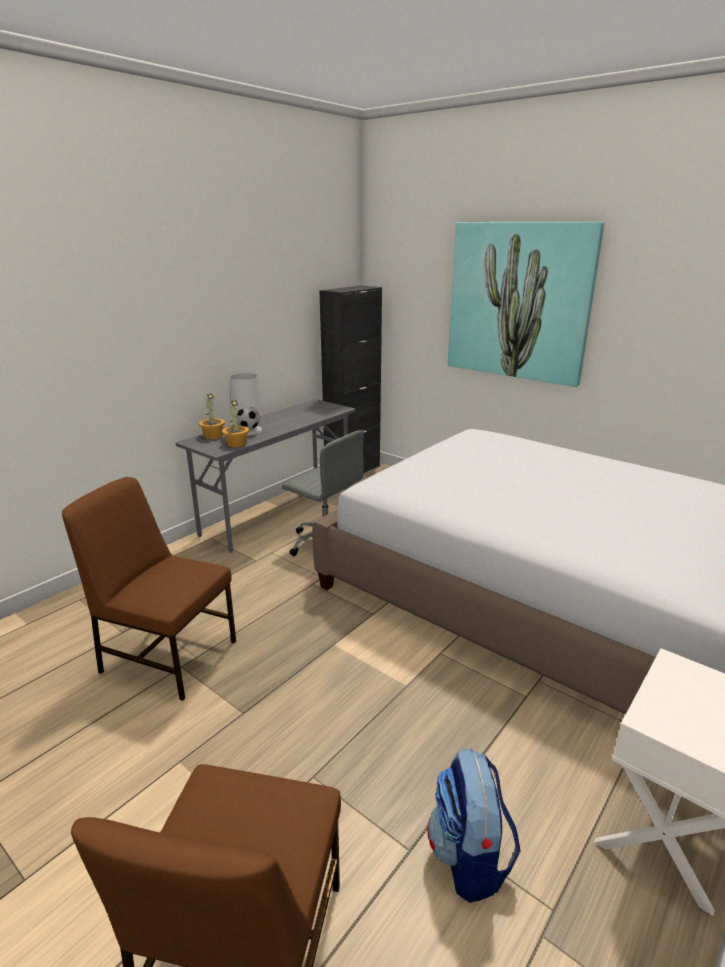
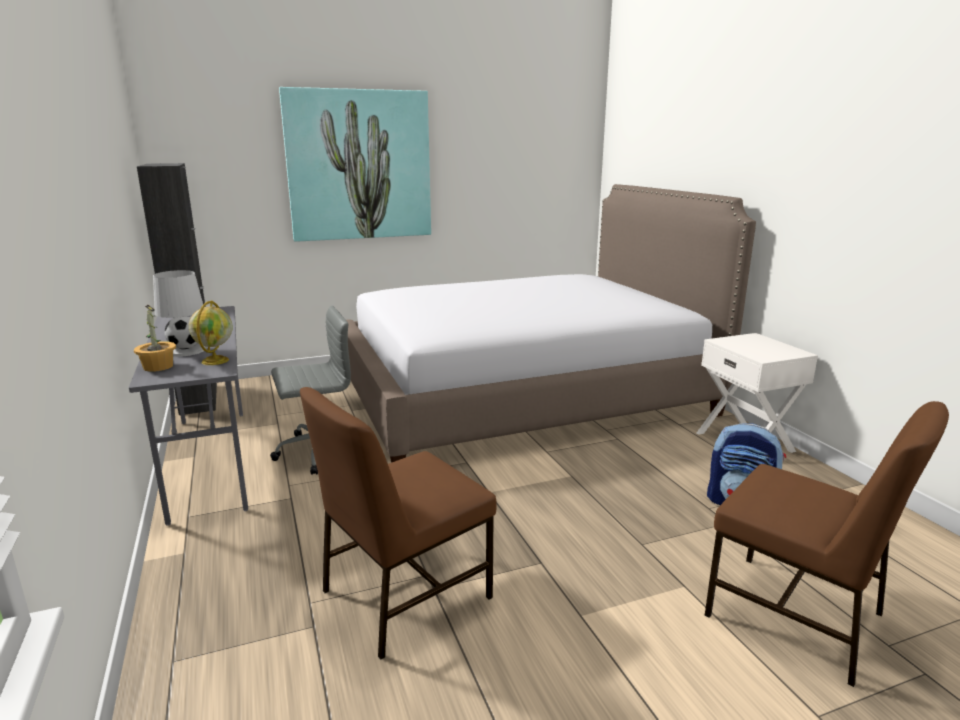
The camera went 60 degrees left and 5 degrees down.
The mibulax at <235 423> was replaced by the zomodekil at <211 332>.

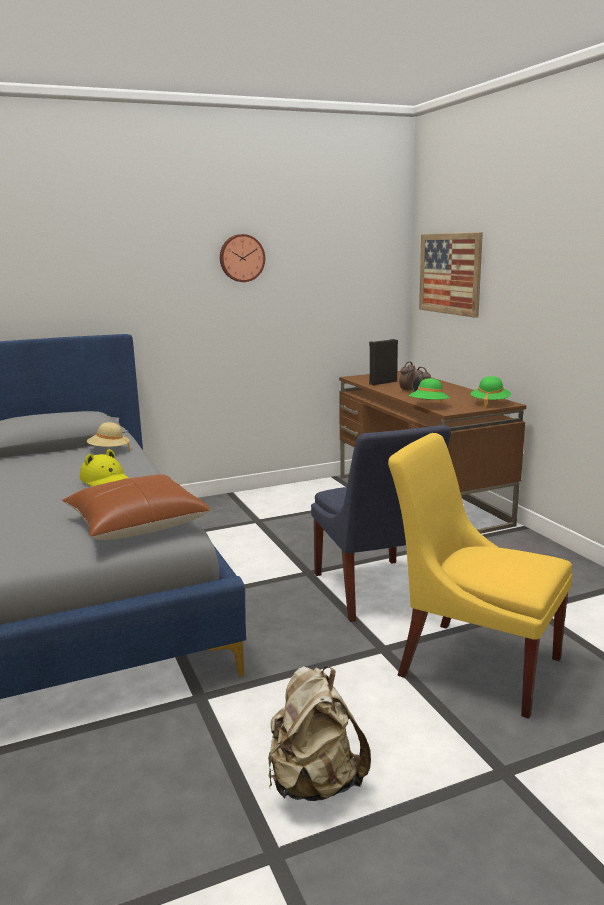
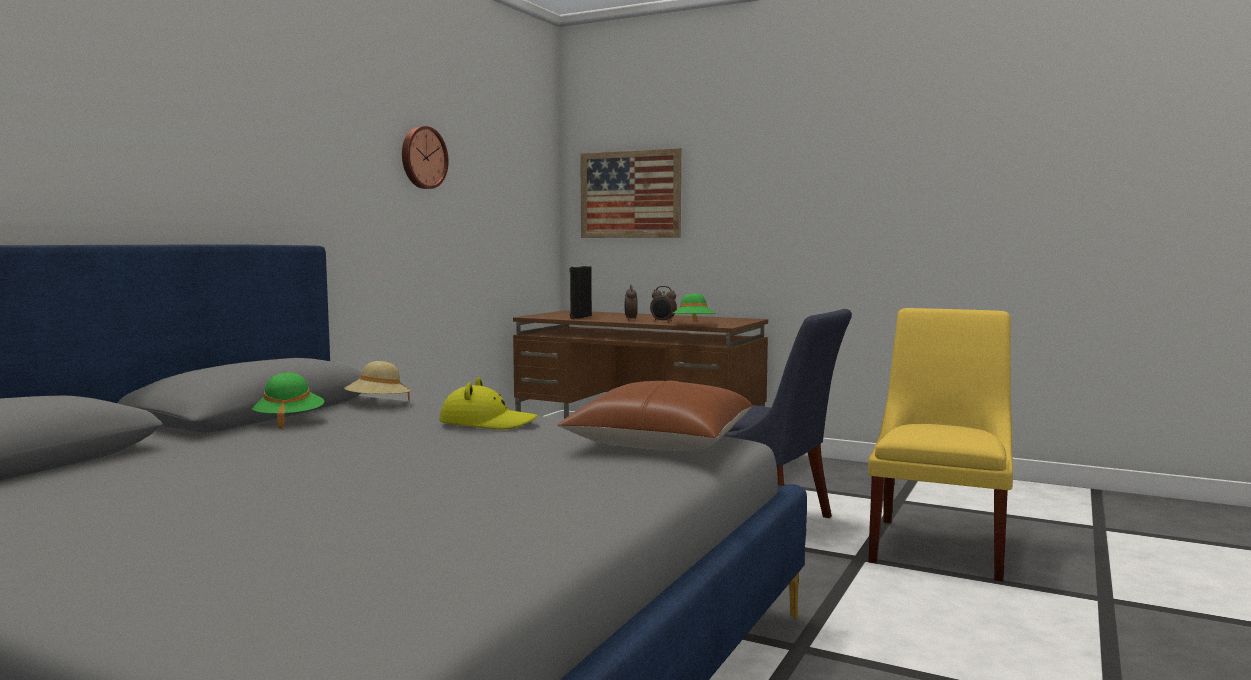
The camera went 40 degrees left and 10 degrees down.
The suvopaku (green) moved from <491 392> to <287 401>.
The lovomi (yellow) at <480 576> turned 120 degrees clockwise.
The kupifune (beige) at <319 733> disappeared.

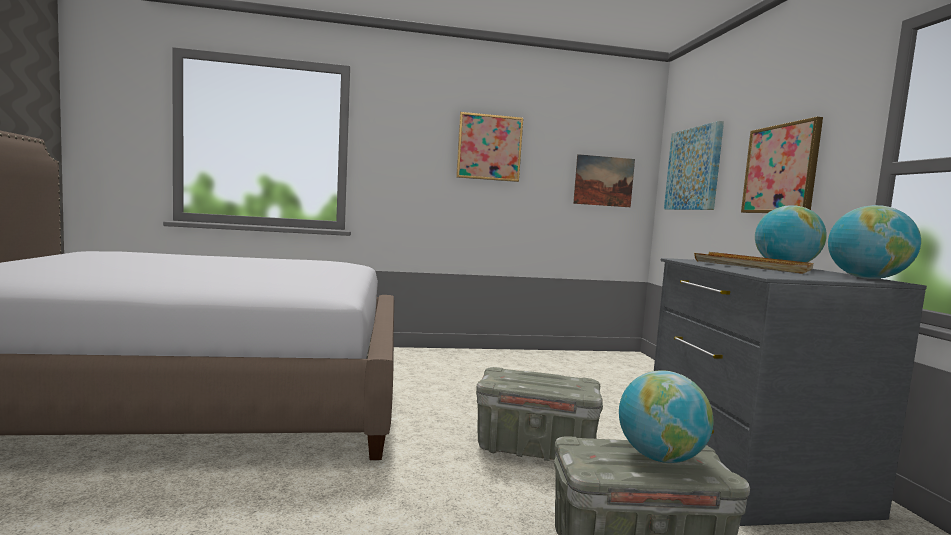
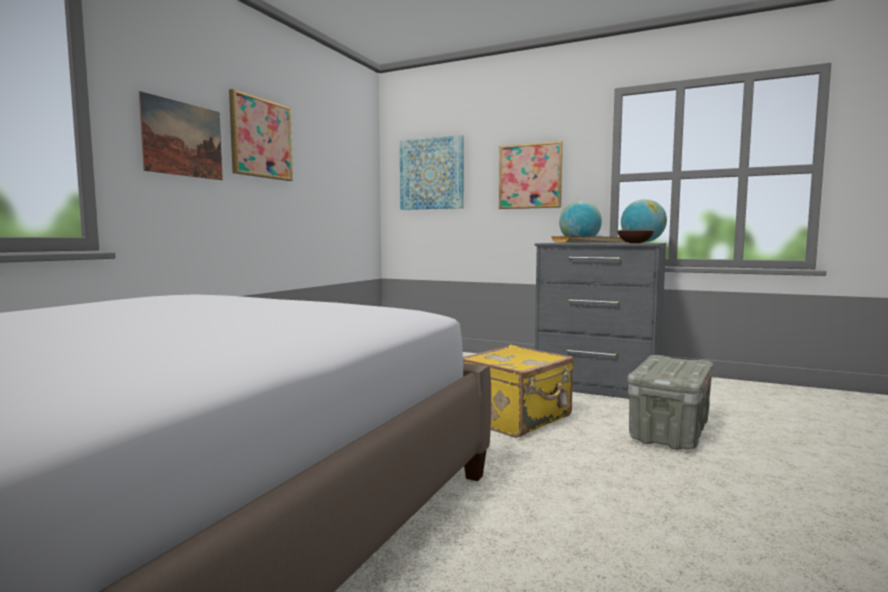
The camera went 55 degrees left and 0 degrees up.
The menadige moved from <604 180> to <180 135>.
The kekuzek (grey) at <539 414> was replaced by the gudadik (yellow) at <518 391>.
The zomodekil at <666 417> disappeared.
The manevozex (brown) at <635 236> appeared.

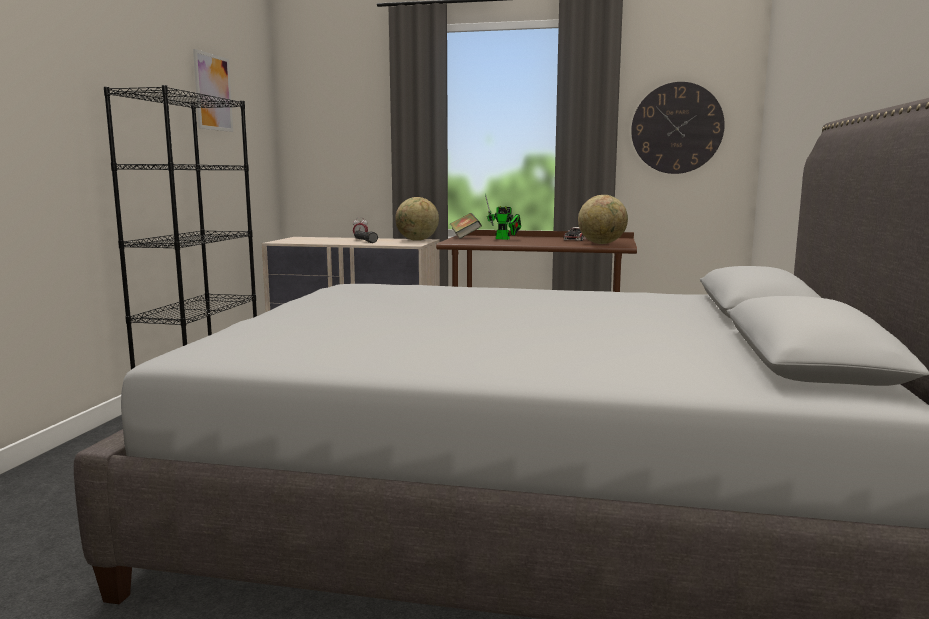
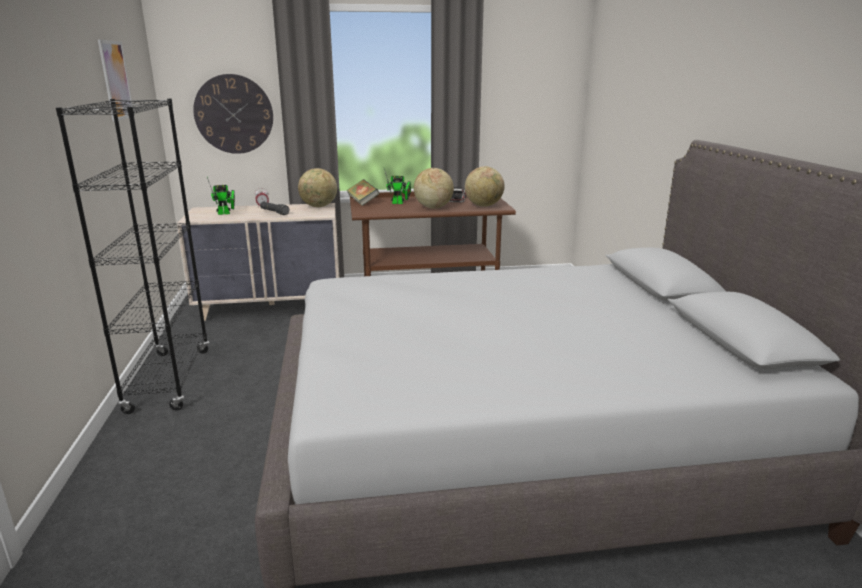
The camera went 20 degrees left and 10 degrees up.
The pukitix moved from <678 128> to <233 114>.
The zomodekil at <434 188> appeared.
The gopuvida at <221 196> appeared.

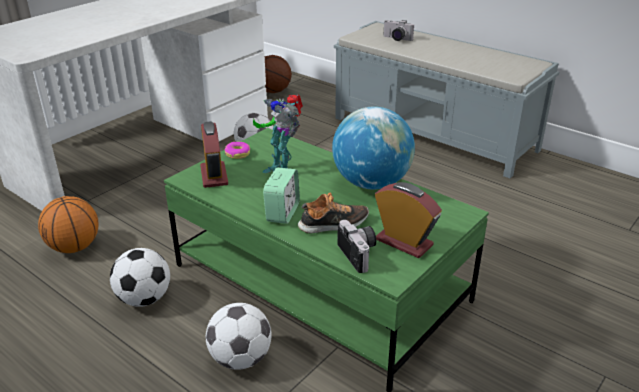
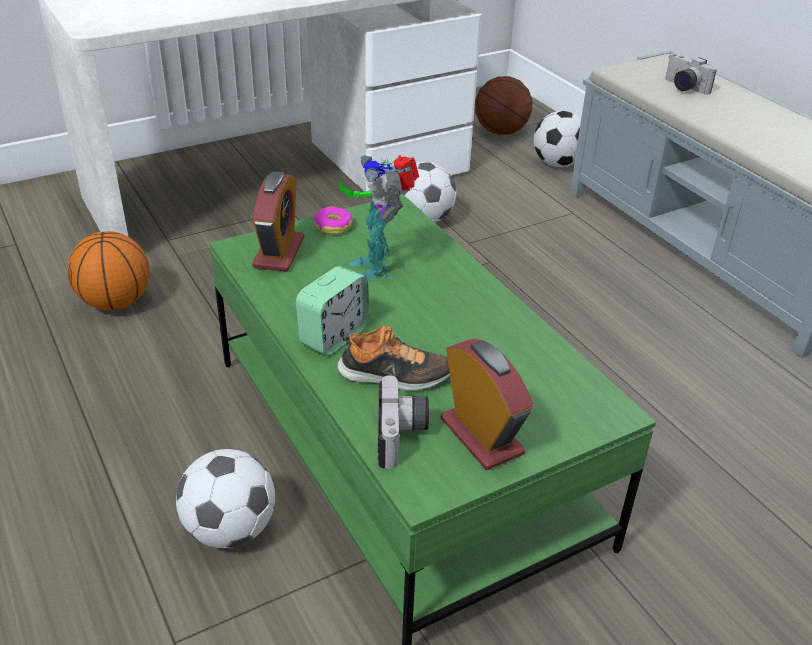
The camera went 20 degrees right and 5 degrees up.
The zomodekil at <373 147> disappeared.
The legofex moved from <140 277> to <557 139>.

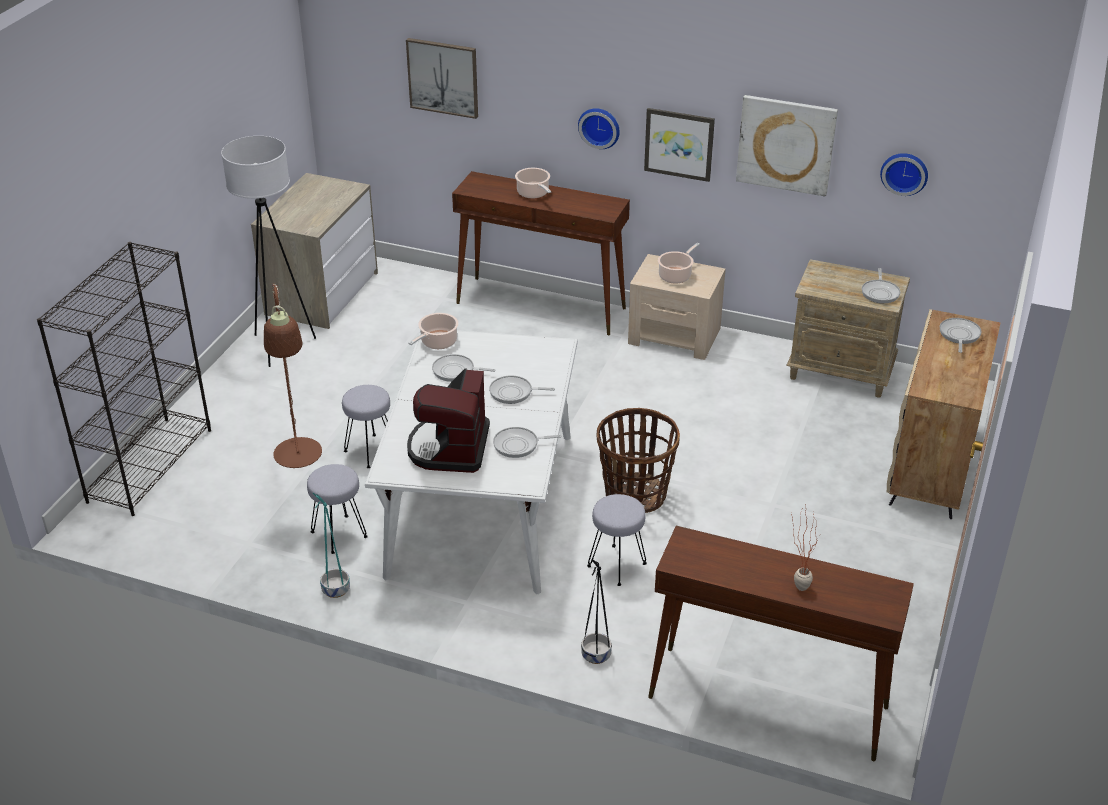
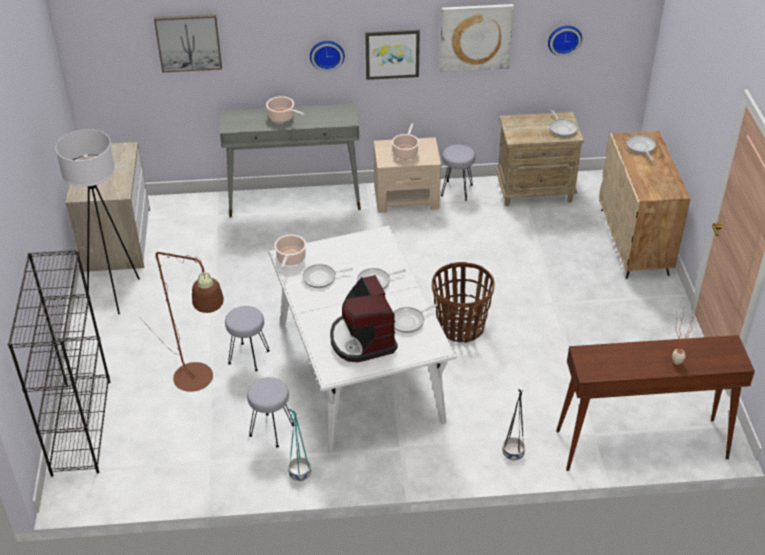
The camera went 25 degrees left and 5 degrees up.
The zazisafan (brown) at <541 253> became the zazisafan (grey) at <290 161>.
The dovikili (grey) moved from <617 540> to <458 172>.

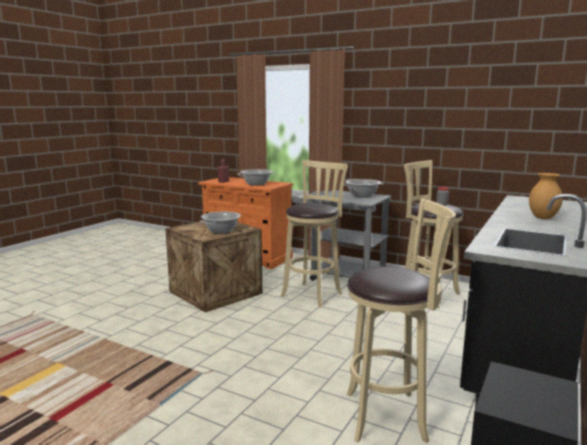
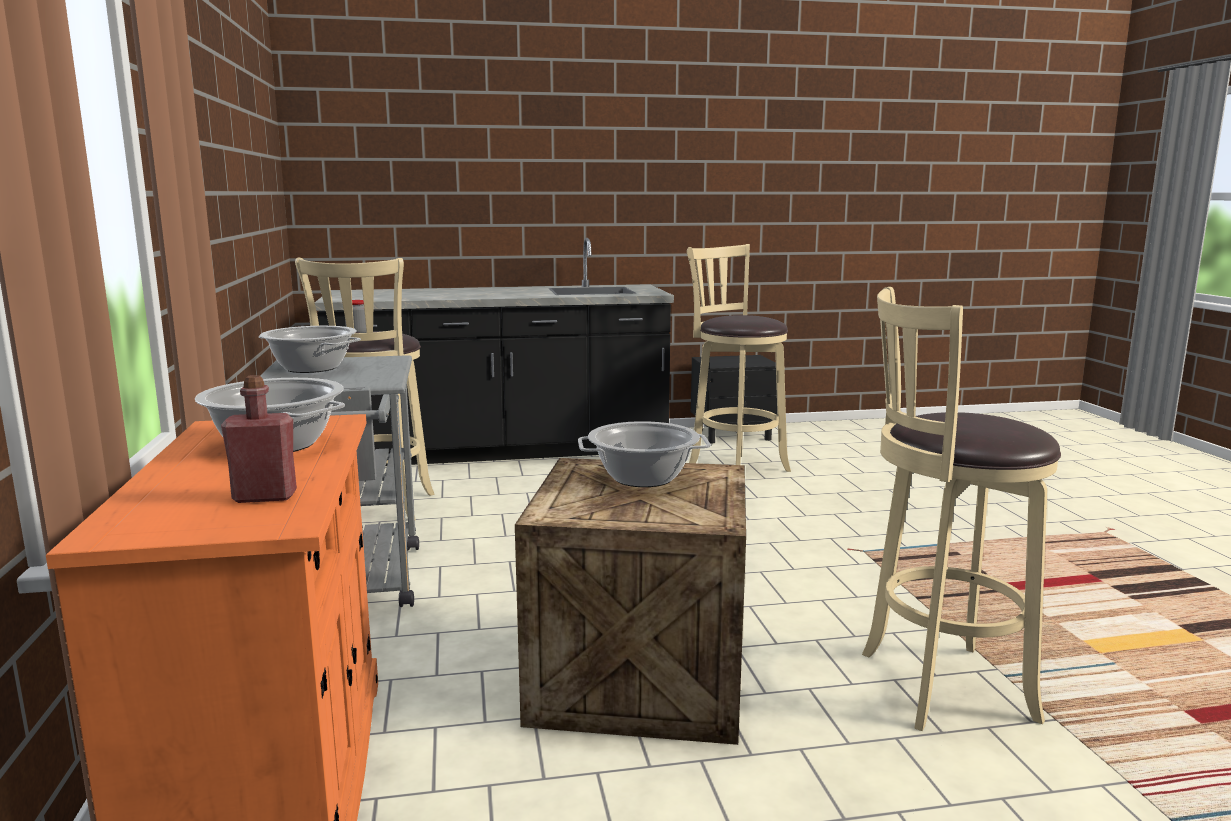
The camera went 130 degrees left and 0 degrees up.
The dovikili (beige) moved from <314 234> to <961 509>.
The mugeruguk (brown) at <546 196> disappeared.

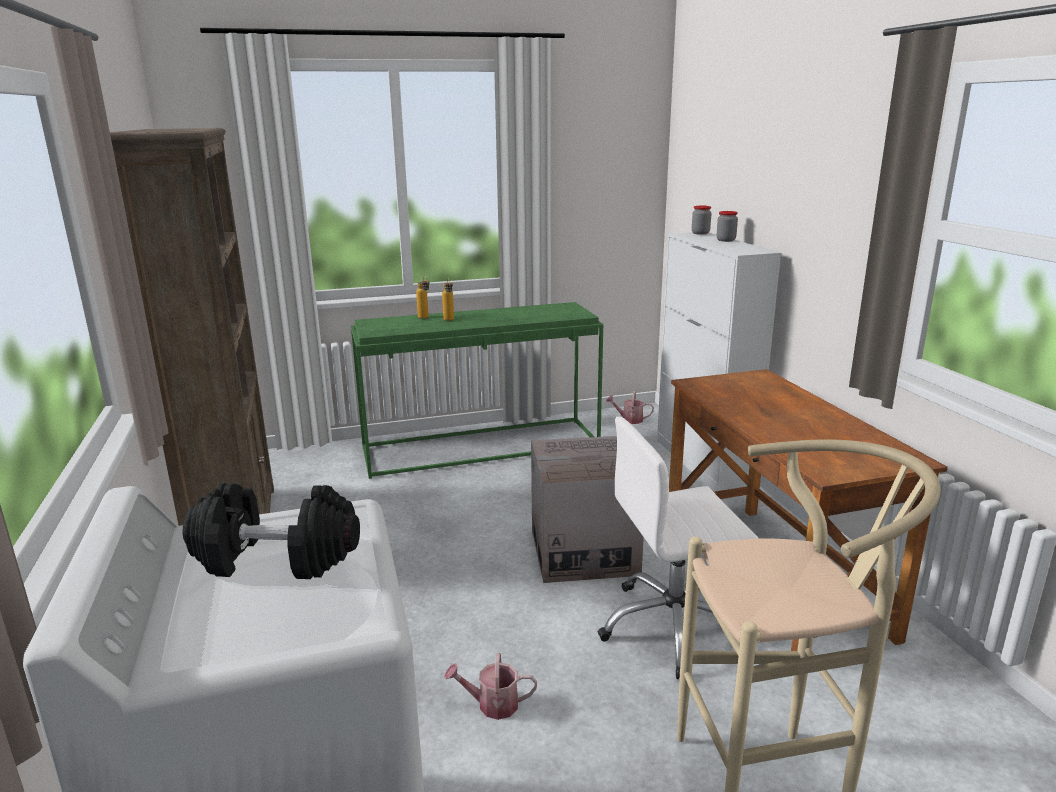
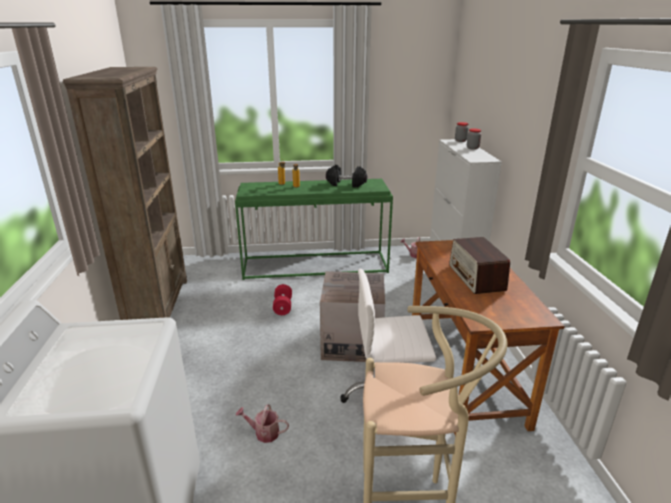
The camera went 10 degrees right and 5 degrees up.
The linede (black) moved from <271 531> to <346 176>.
The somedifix at <479 265> appeared.
The linede (red) at <282 299> appeared.

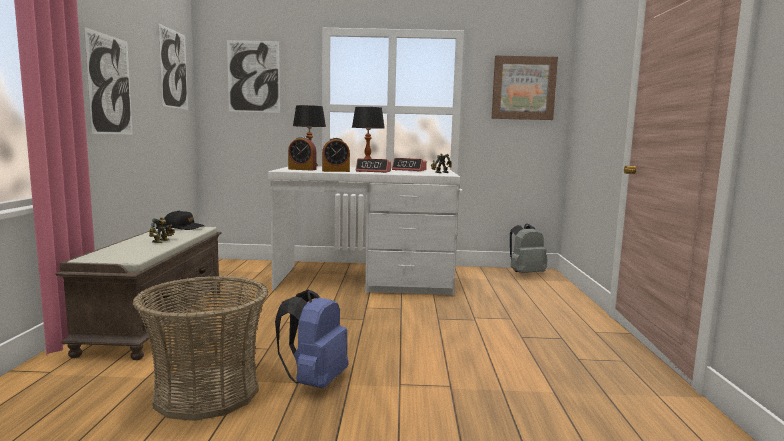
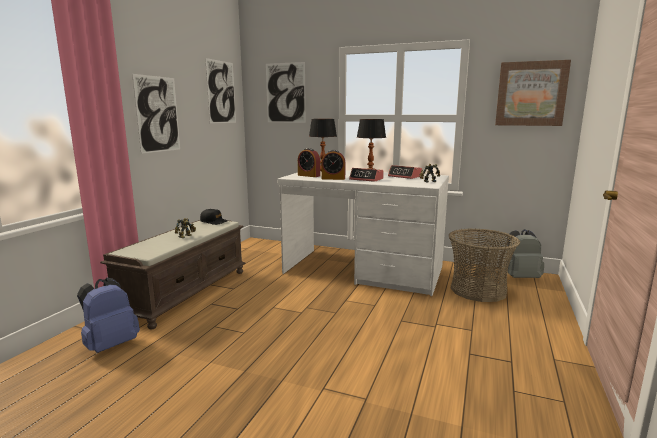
The camera went 20 degrees right and 5 degrees up.
The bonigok moved from <200 348> to <484 265>.
The kupifune (blue) moved from <312 339> to <108 315>.

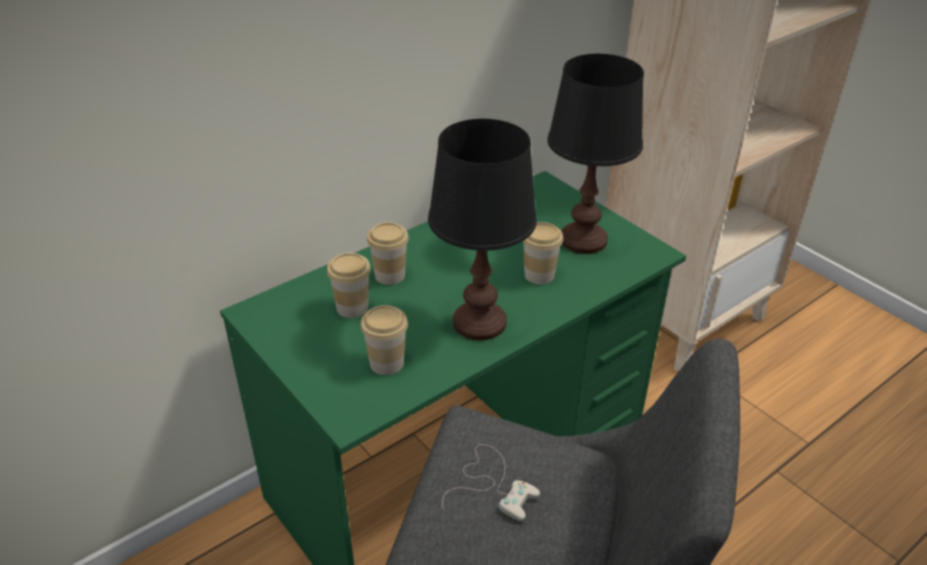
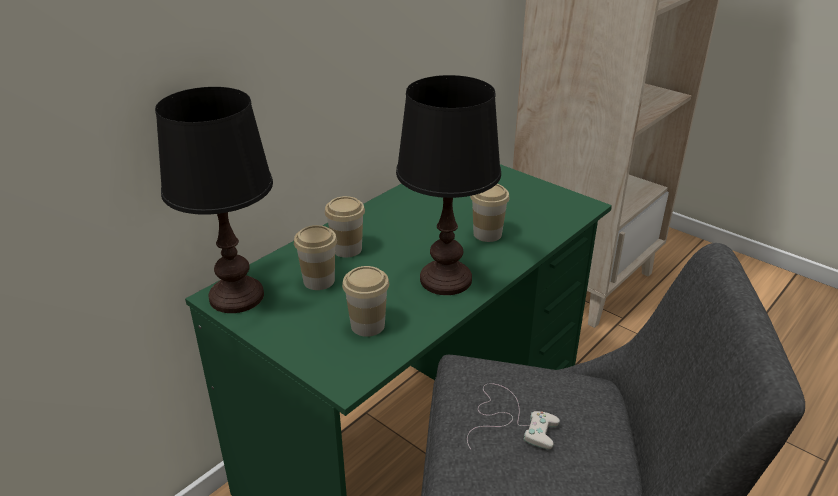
The camera went 10 degrees left and 5 degrees down.
The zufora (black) moved from <595 154> to <214 200>.

